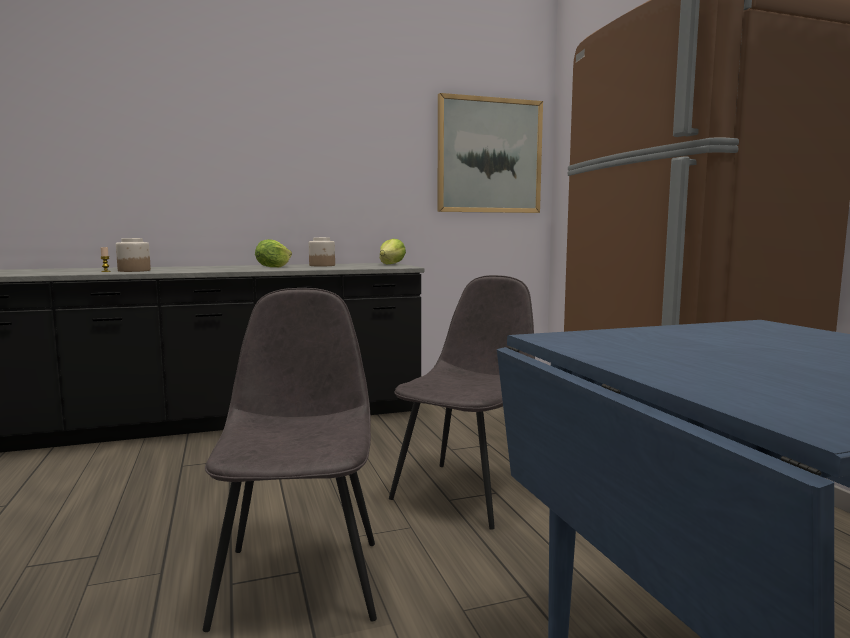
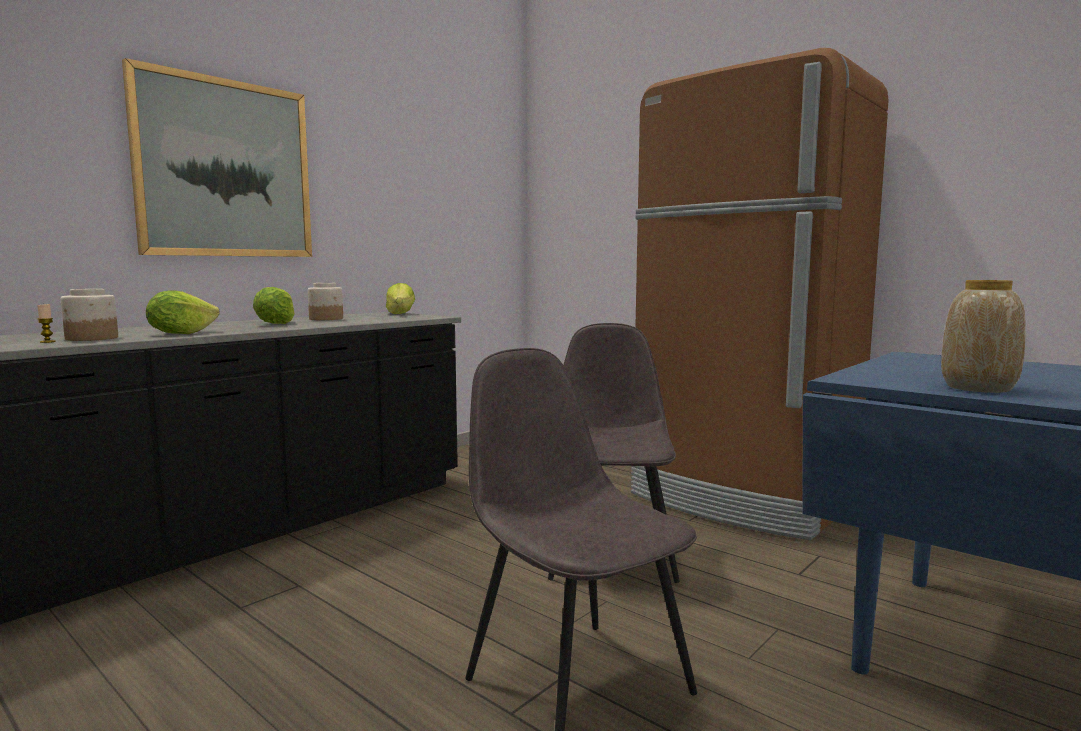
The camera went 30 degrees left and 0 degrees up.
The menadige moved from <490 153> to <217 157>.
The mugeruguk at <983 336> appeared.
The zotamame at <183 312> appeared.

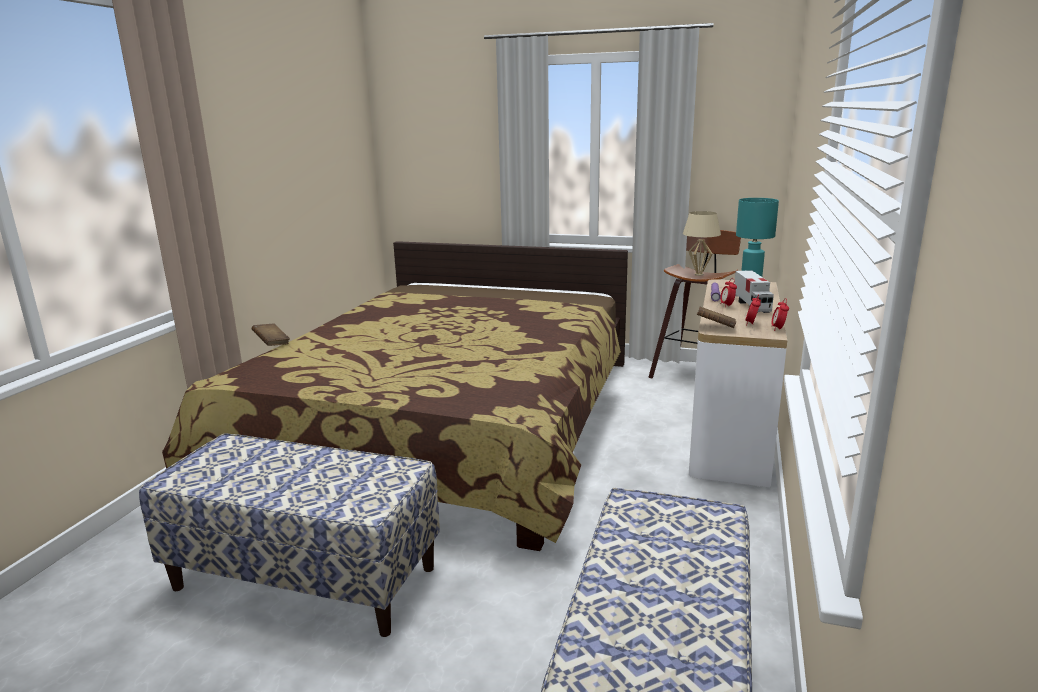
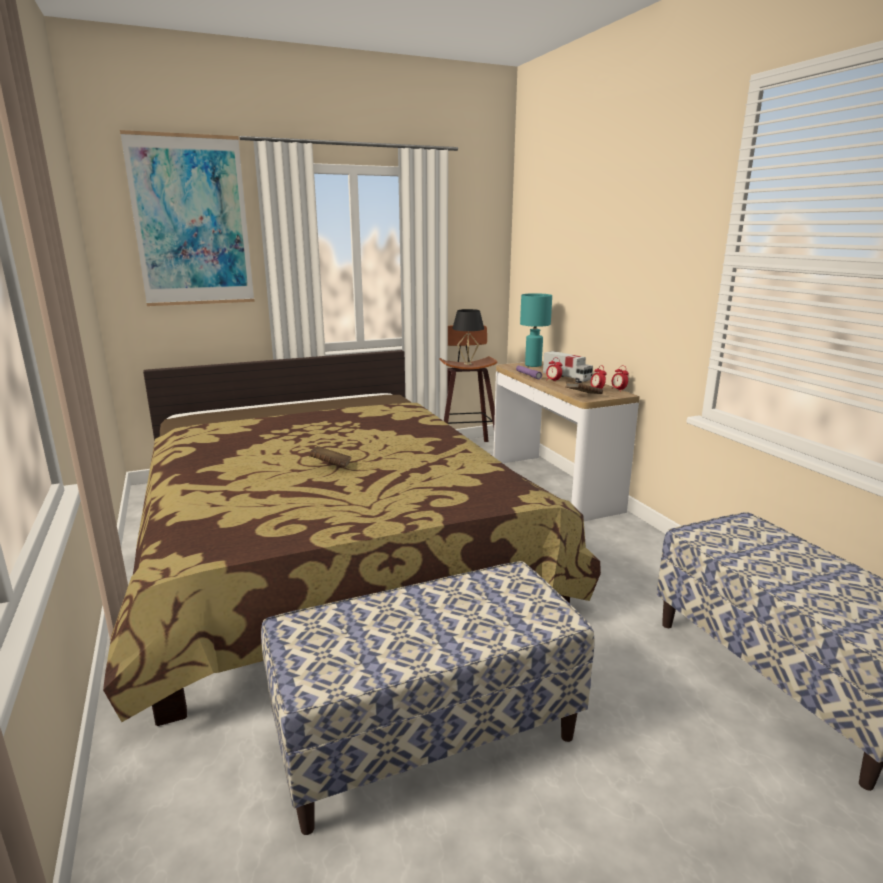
The camera went 40 degrees left and 0 degrees up.
The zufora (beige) at <702 243> became the zufora (black) at <468 337>.
The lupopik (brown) moved from <271 335> to <330 457>.
The menadige at <187 218> appeared.

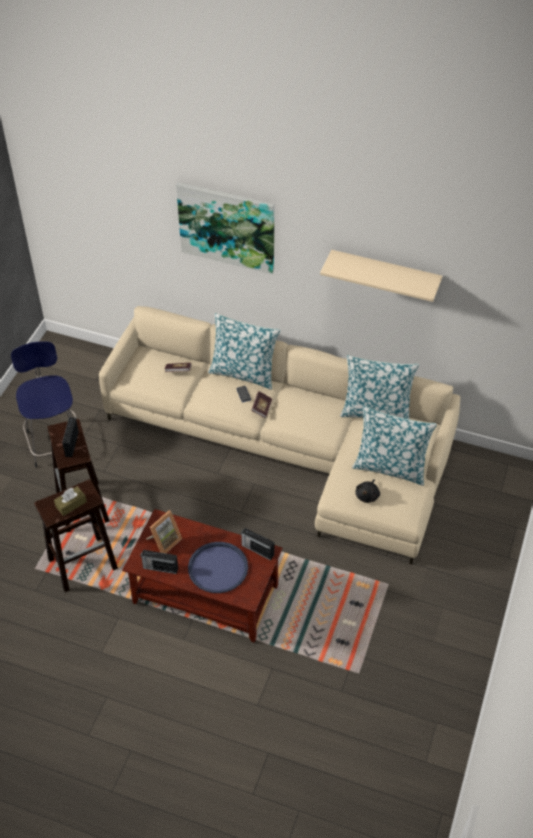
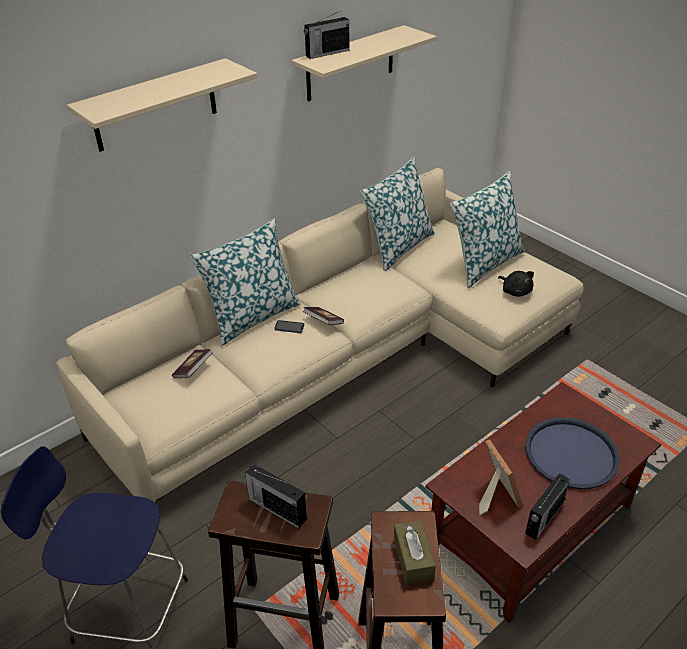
The camera went 60 degrees left and 10 degrees down.
The menadige at <225 228> was replaced by the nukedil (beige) at <162 105>.
The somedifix moved from <257 544> to <327 34>.

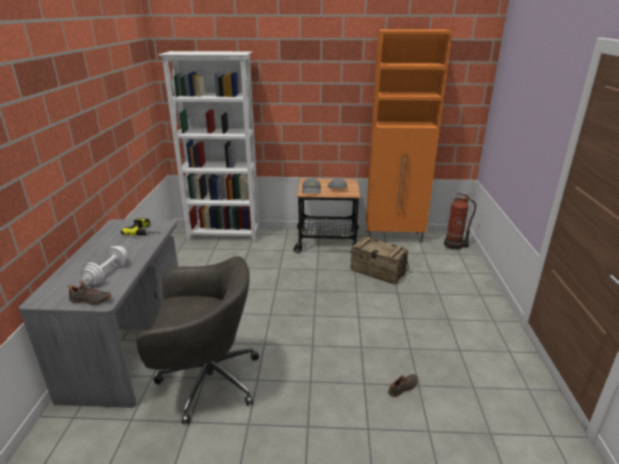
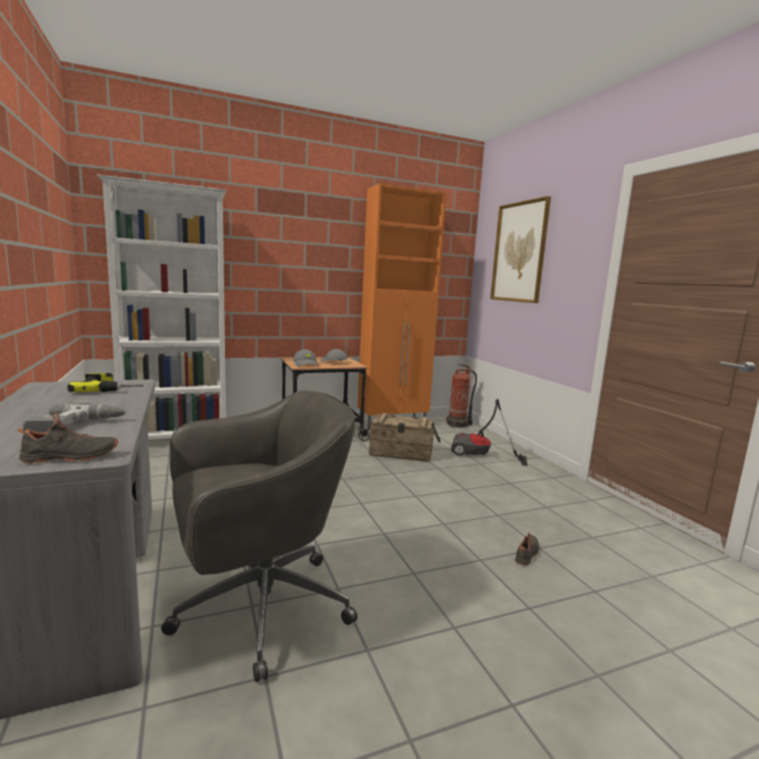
The camera went 25 degrees left and 15 degrees down.
The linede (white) at <104 265> was replaced by the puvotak at <75 418>.
The menadige at <520 249> appeared.
The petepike at <489 432> appeared.

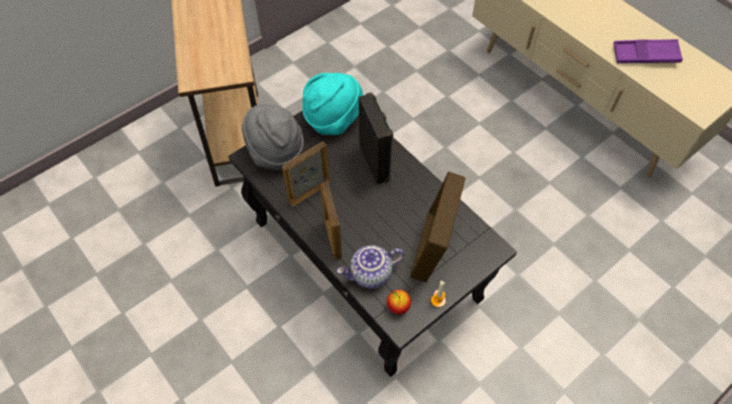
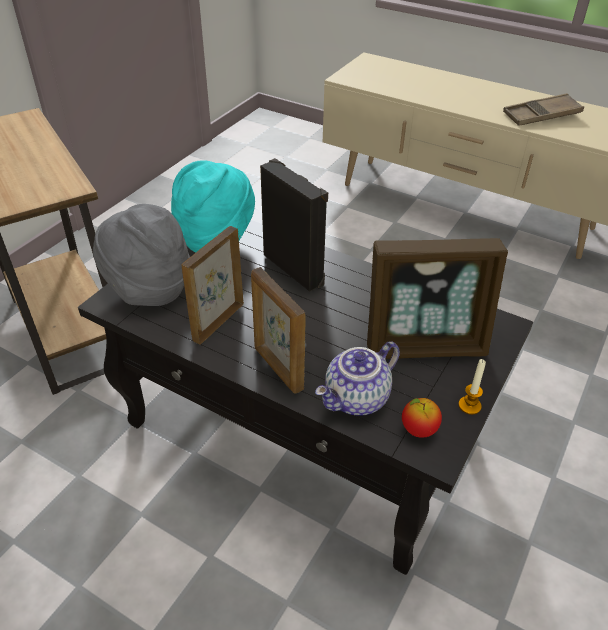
The camera went 20 degrees left and 15 degrees down.
The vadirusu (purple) at <648 51> became the vadirusu (brown) at <543 109>.
The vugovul at <438 226> turned 90 degrees counterclockwise.

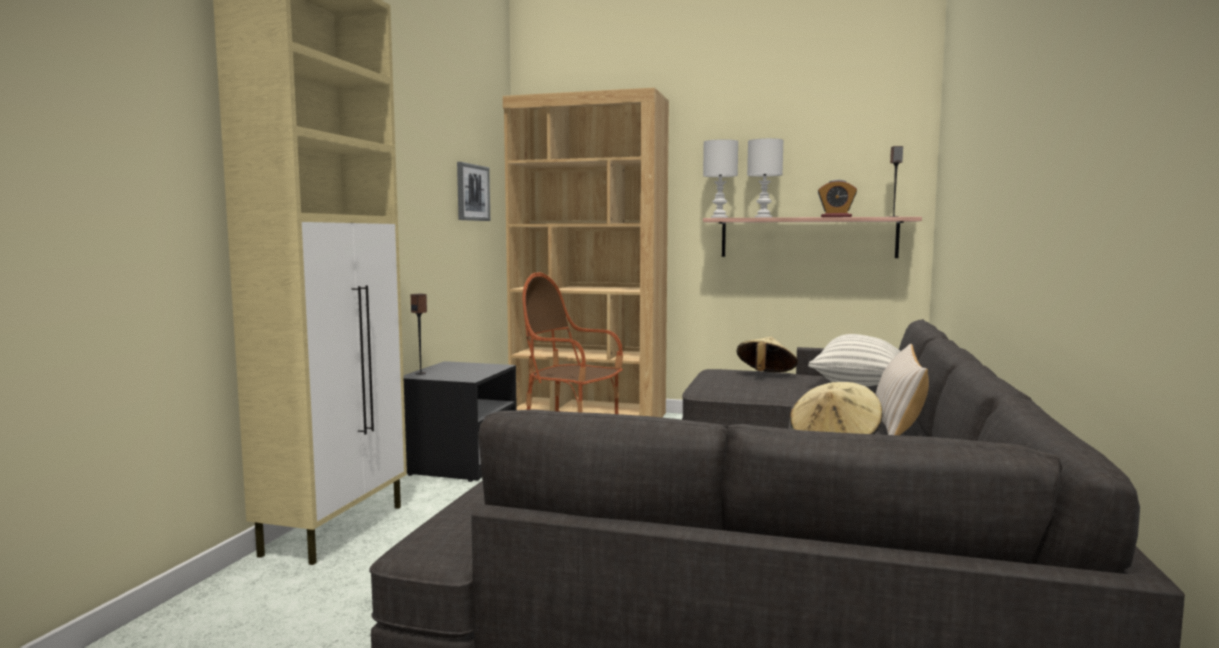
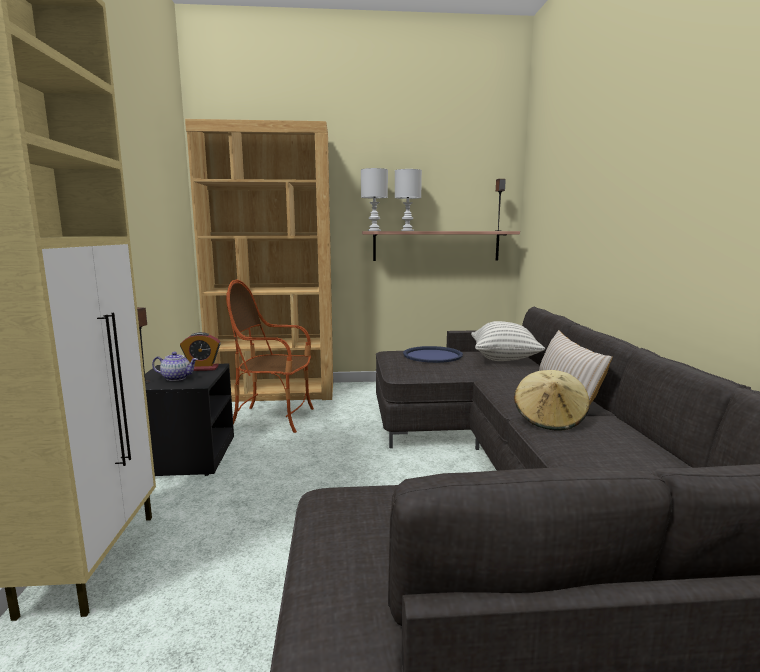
The camera went 20 degrees left and 5 degrees up.
The menadige at <473 191> disappeared.
The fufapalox moved from <837 198> to <200 351>.
The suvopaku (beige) at <767 354> was replaced by the vadirusu (blue) at <433 354>.
The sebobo at <175 366> appeared.

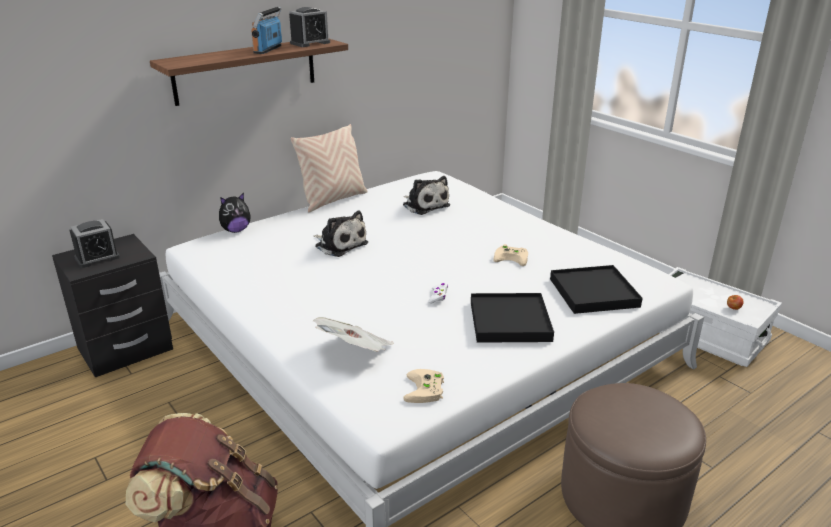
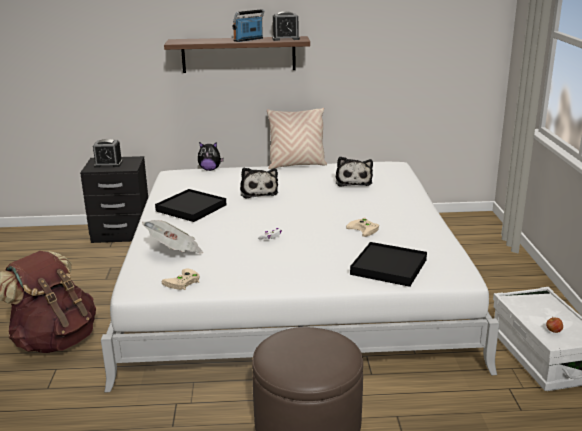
The camera went 35 degrees right and 5 degrees down.
The vadirusu (black) moved from <512 318> to <190 205>.

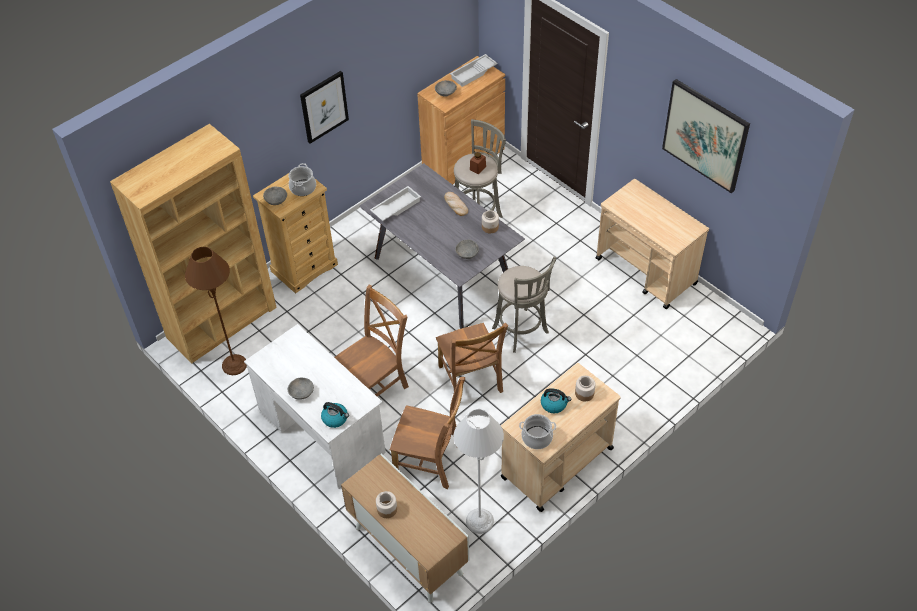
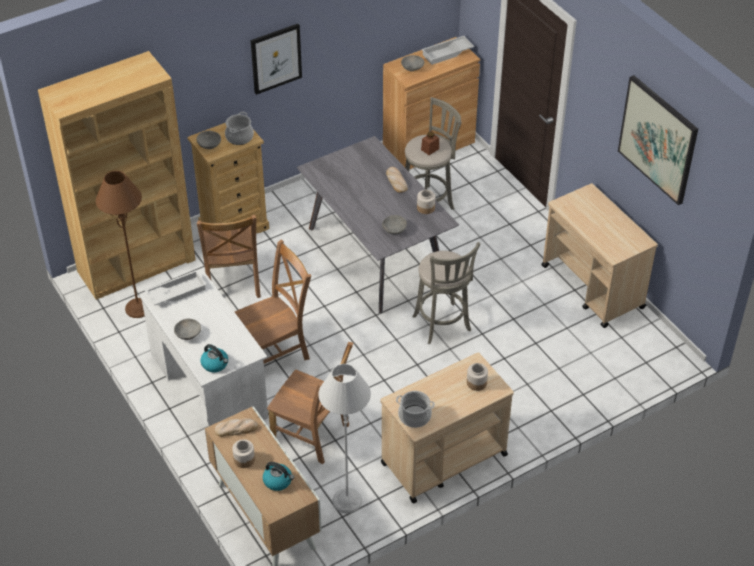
The camera went 10 degrees right and 5 degrees down.
The vadirusu (white) moved from <395 203> to <176 287>.
The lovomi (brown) moved from <472 358> to <229 256>.
The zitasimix moved from <556 400> to <278 476>.
The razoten at <236 427> appeared.

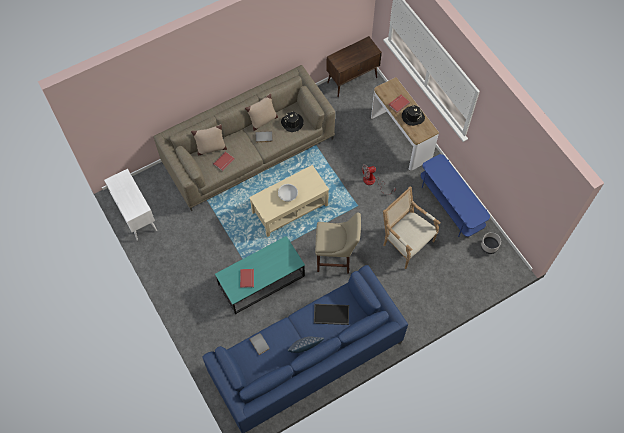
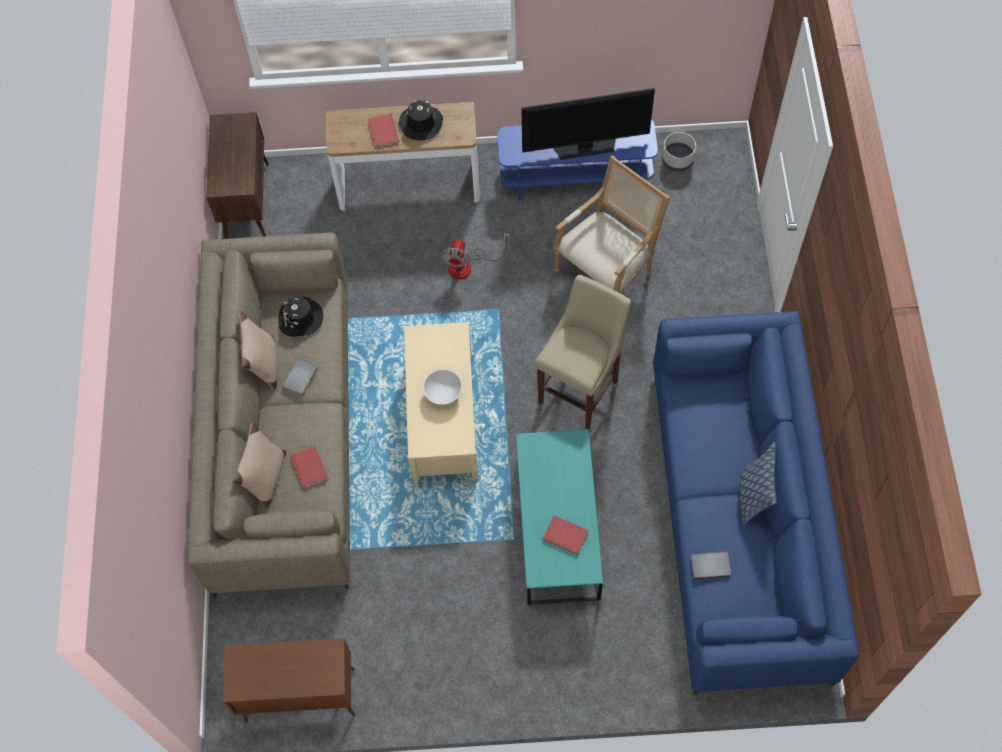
The camera went 60 degrees left and 0 degrees up.
The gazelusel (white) at <130 205> became the gazelusel (brown) at <289 680>.
The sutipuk at <412 227> turned 150 degrees clockwise.
The vadirusu at <331 314> disappeared.
The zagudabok at <588 124> appeared.

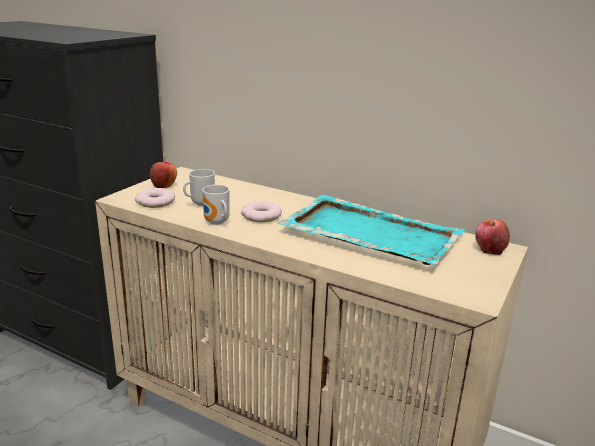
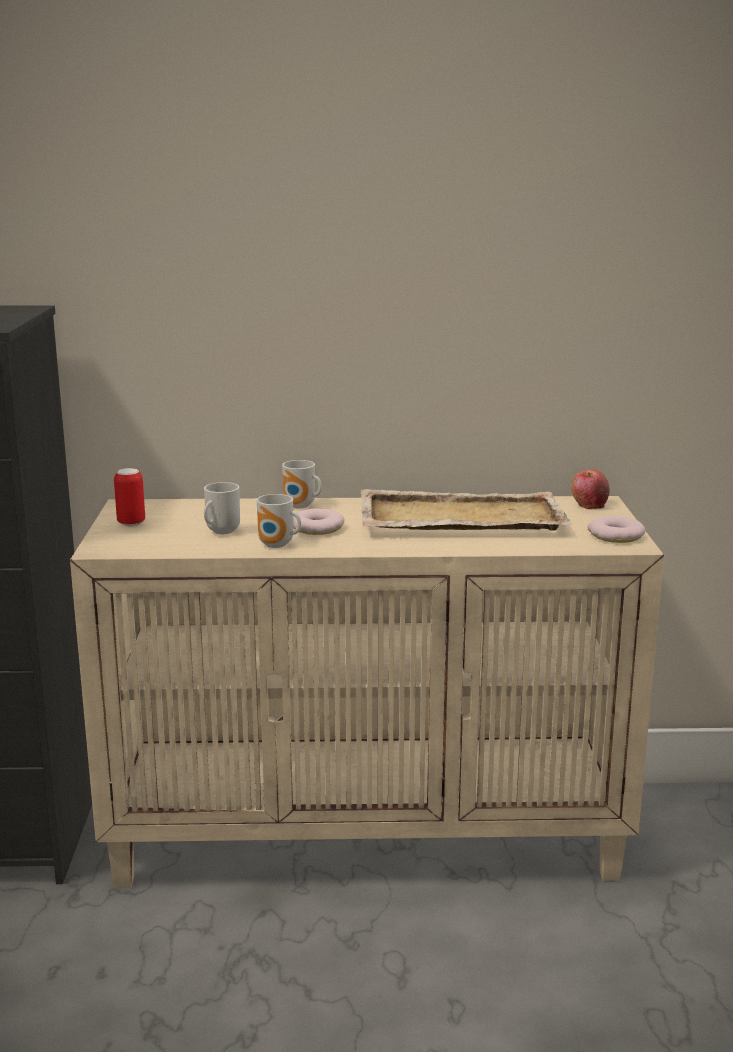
The camera went 30 degrees left and 5 degrees down.
The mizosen at <163 175> was replaced by the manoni at <129 497>.
The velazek moved from <155 198> to <616 529>.
The vadirusu (turquoise) at <371 230> became the vadirusu (beige) at <466 510>.
The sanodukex at <302 484> appeared.

